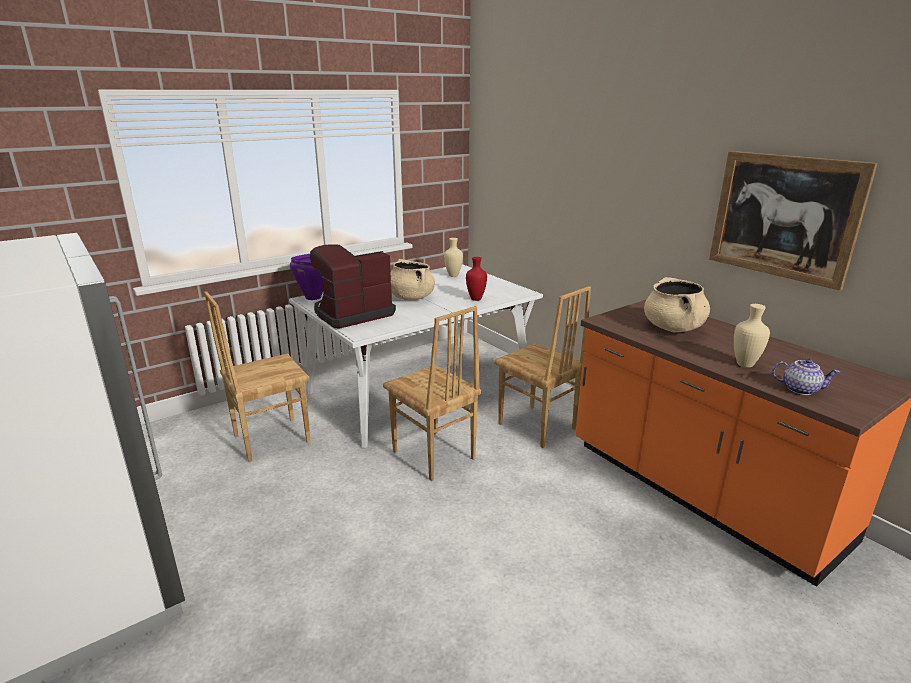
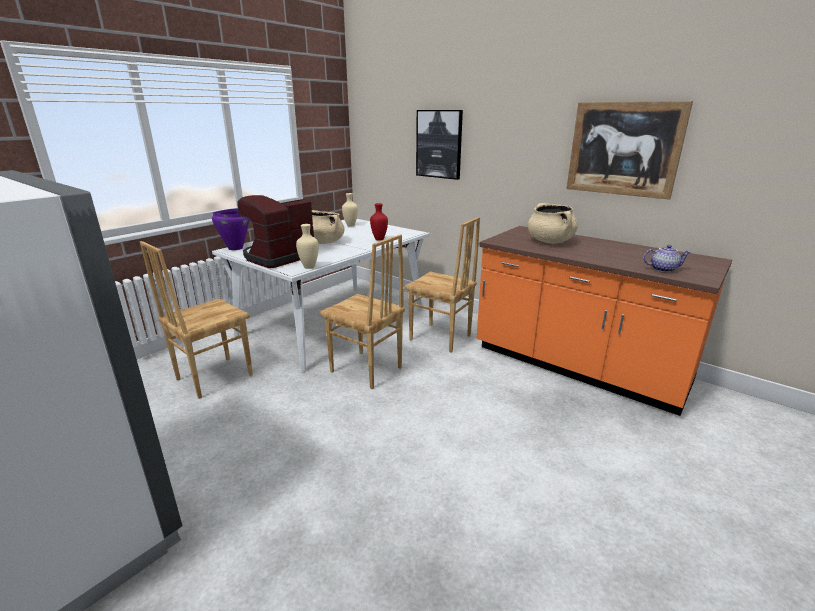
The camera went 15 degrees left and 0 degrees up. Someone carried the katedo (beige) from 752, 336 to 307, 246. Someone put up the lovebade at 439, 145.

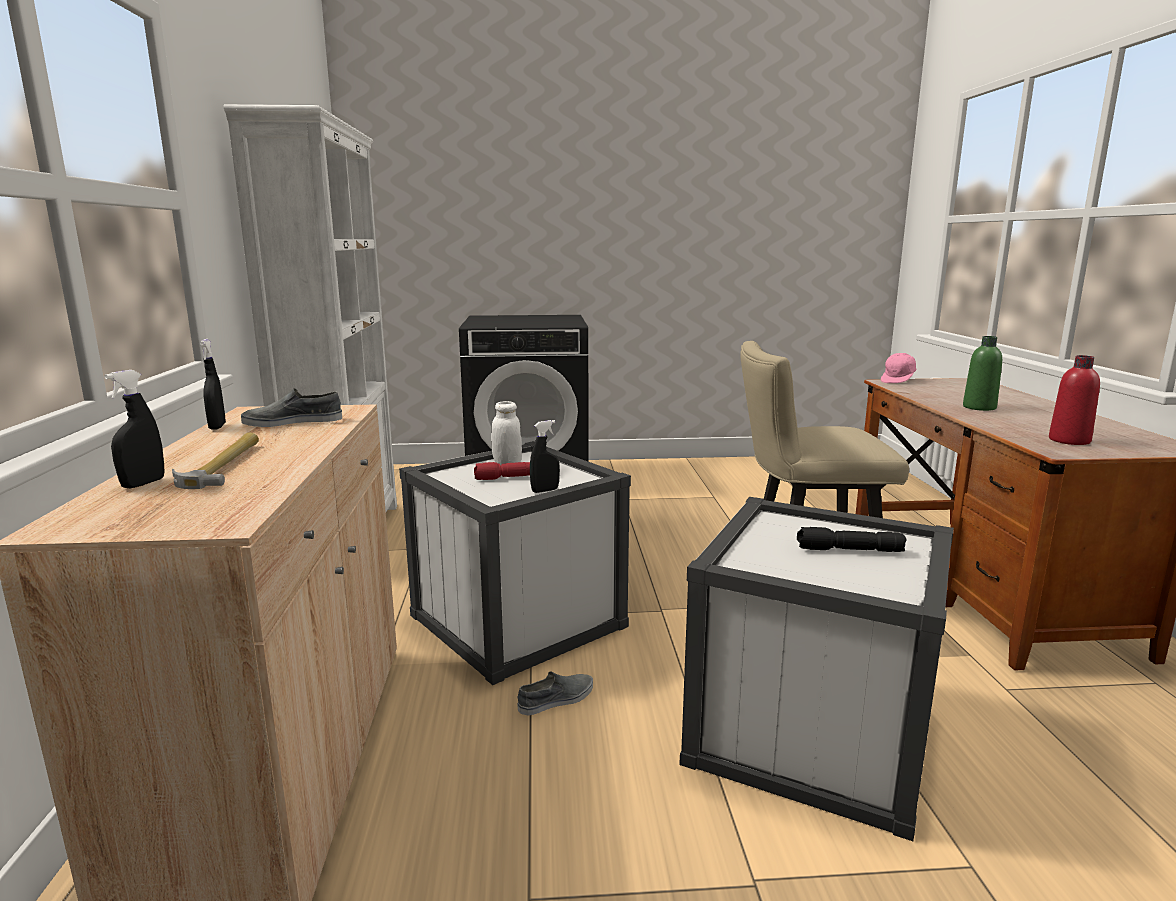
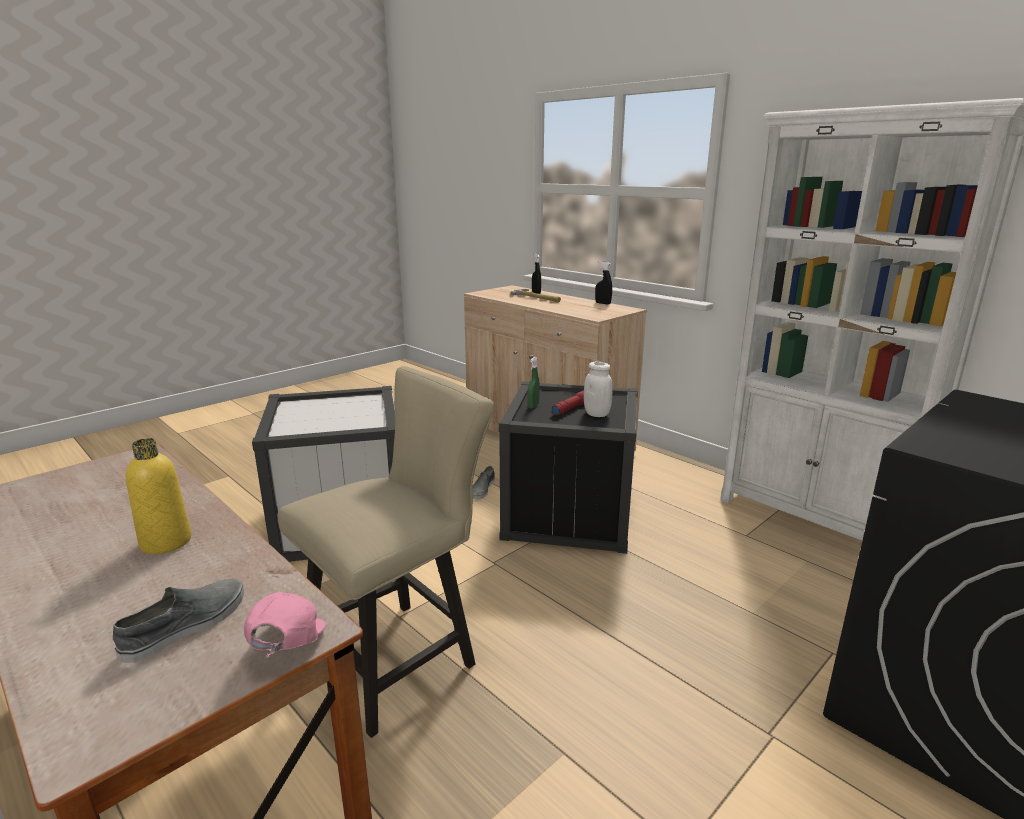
The camera went 140 degrees right and 5 degrees up. Someone carried the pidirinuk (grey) from 291, 407 to 178, 621. Someone repainted the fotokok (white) at 515, 563, which became the fotokok (black) at 568, 467. Someone repainted the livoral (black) at 545, 456, which became the livoral (green) at 533, 383. Someone took away the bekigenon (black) at 851, 539. Someone repainted the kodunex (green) at 982, 373, which became the kodunex (yellow) at 158, 496. Someone took away the kodunex (red) at 1074, 400.

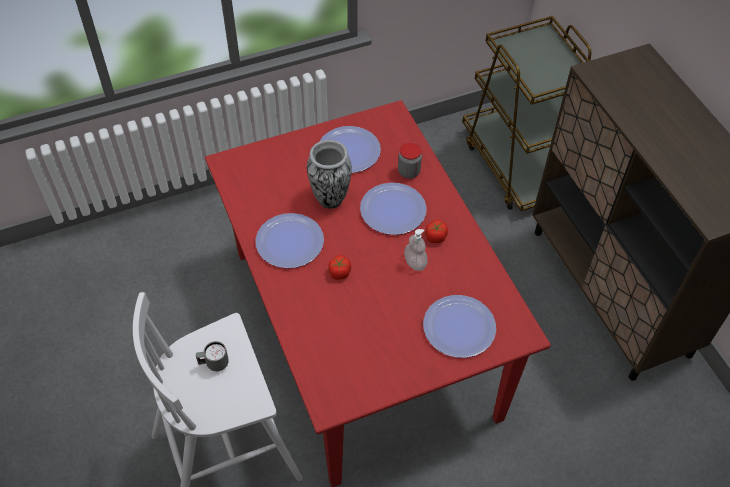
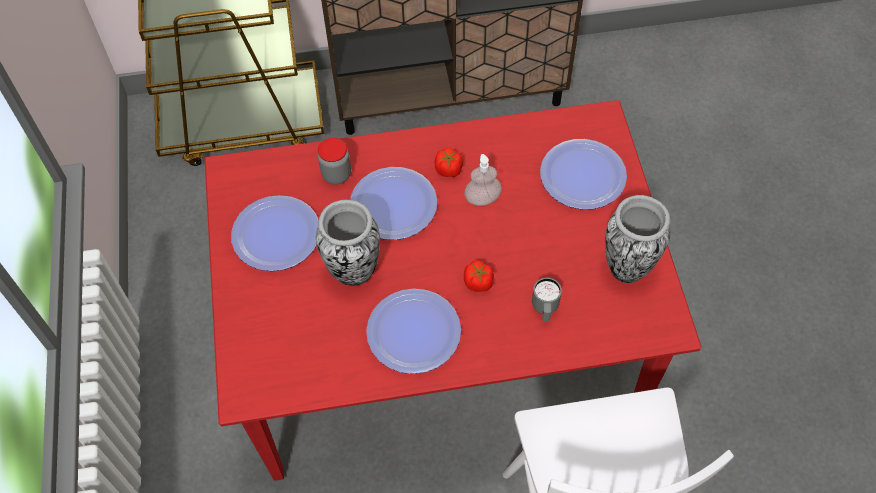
The camera went 75 degrees left and 5 degrees up. Someone carried the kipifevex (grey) from 212, 356 to 547, 300. Someone put down the katedo at 638, 239.

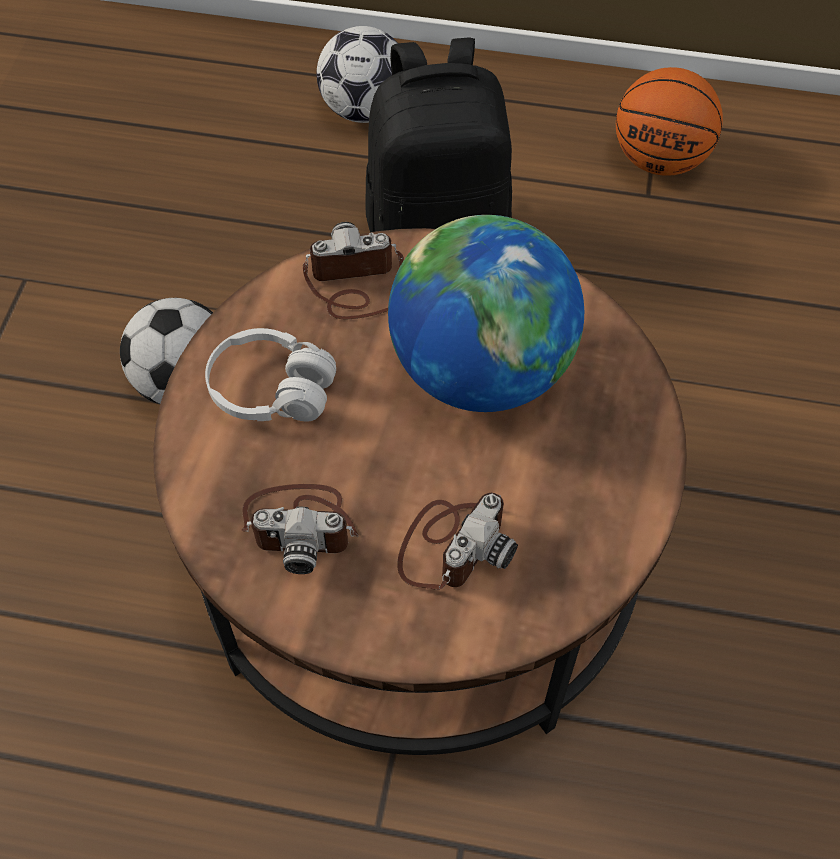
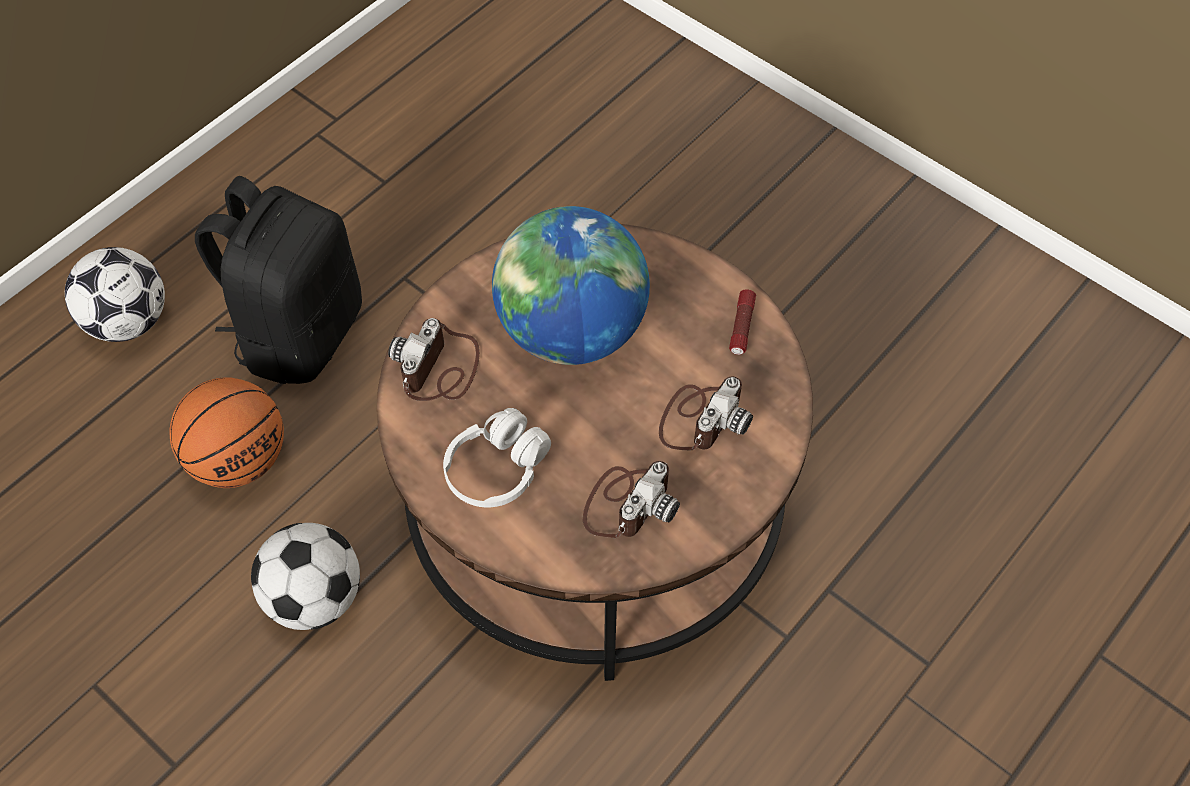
The camera went 60 degrees left and 0 degrees up. Someone rotated the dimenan at 457, 541 by 60 degrees clockwise. Someone carried the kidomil from 669, 121 to 227, 432. Someone put down the bekigenon at 742, 322.

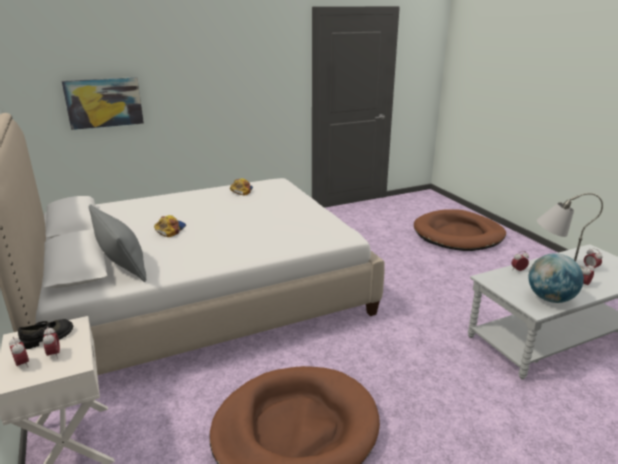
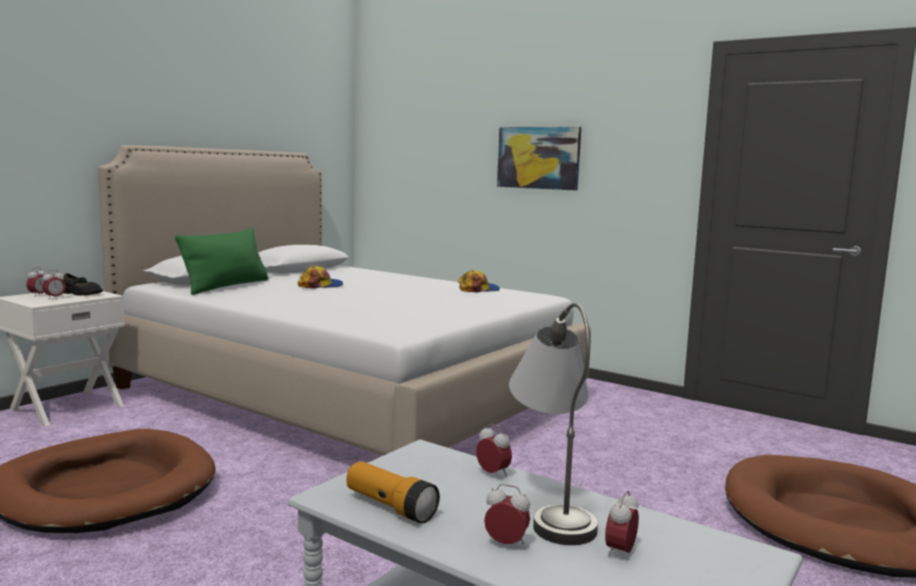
The camera went 60 degrees right and 15 degrees down. Someone carried the lovebade from 103, 103 to 539, 158. Someone repainted the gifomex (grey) at 118, 243, which became the gifomex (green) at 221, 261. Someone swapped the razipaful at 556, 278 for the bekigenon at 393, 492.

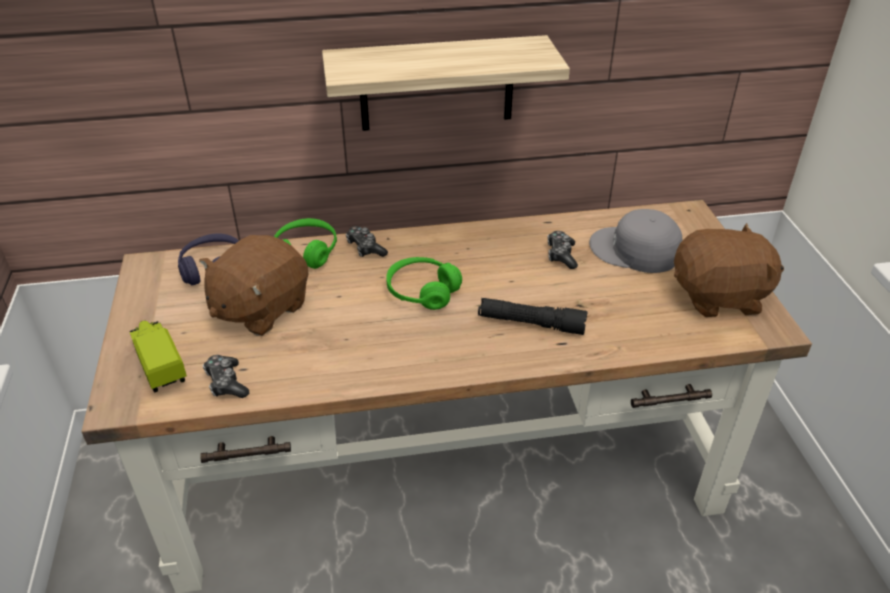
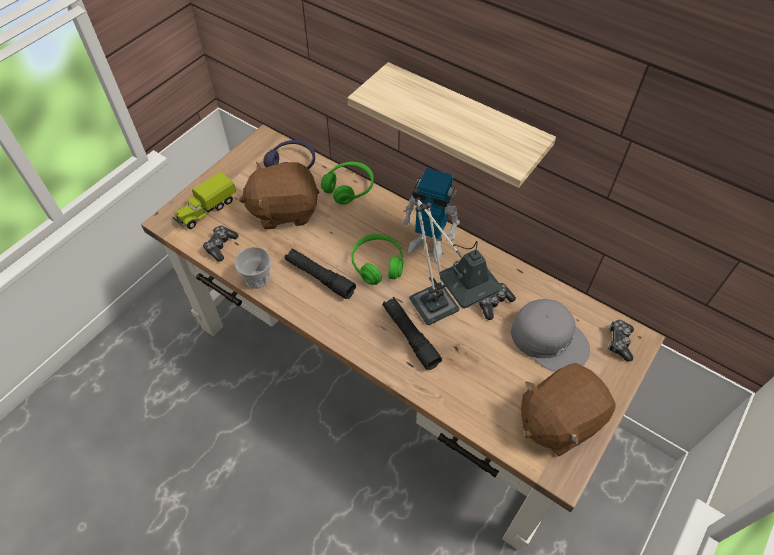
The camera went 45 degrees right and 15 degrees up. Someone rotated the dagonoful at 158, 356 by 150 degrees counterclockwise. Someone carried the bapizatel from 367, 241 to 621, 341. Someone rotated the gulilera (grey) at 635, 241 by 150 degrees clockwise. Someone rotated the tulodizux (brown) at 729, 270 by 105 degrees clockwise. Someone put down the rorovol at 252, 268. Someone put down the bekigenon (black) at 320, 273. Someone put down the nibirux at 431, 215. Someone put down the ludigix at 455, 261.

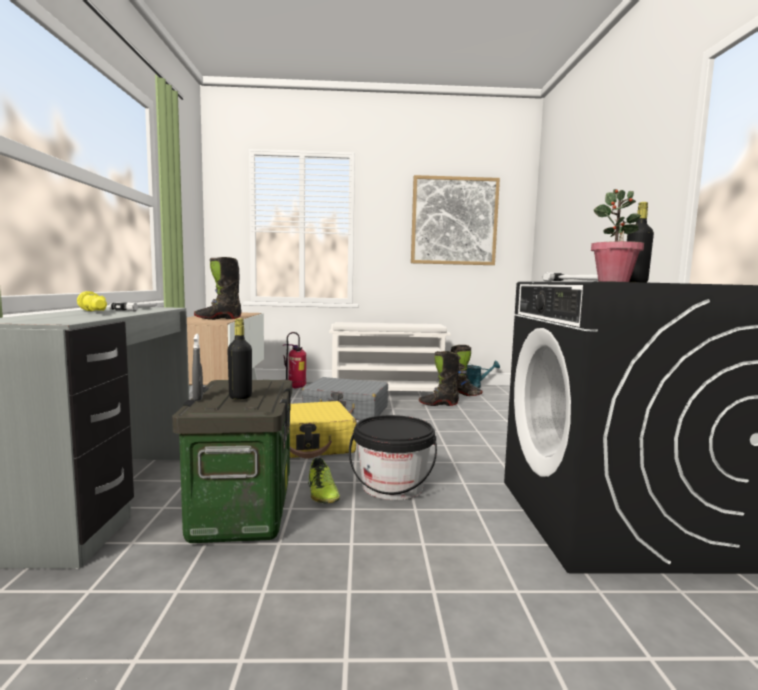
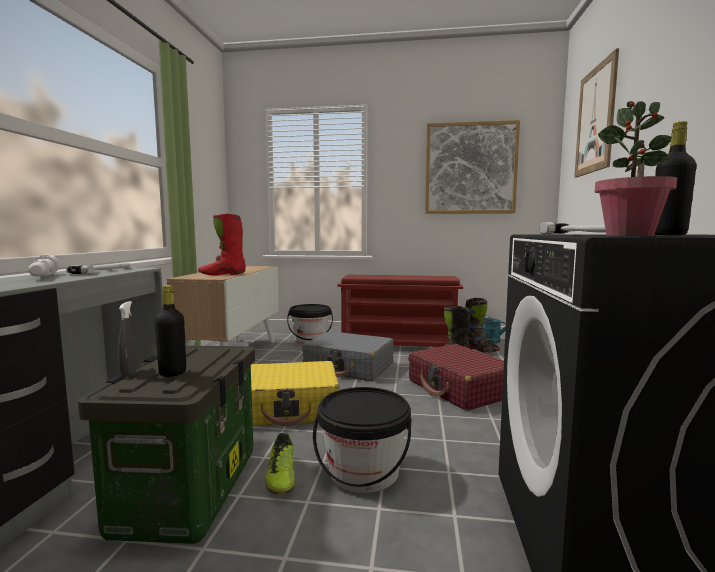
The camera went 10 degrees right and 0 degrees up. Someone repainted the bekigenon (yellow) at 92, 301, which became the bekigenon (white) at 44, 265. Someone repainted the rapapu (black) at 218, 288, which became the rapapu (red) at 222, 245. Someone swapped the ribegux at 294, 360 for the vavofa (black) at 310, 323. Someone repainted the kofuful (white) at 390, 357, which became the kofuful (red) at 400, 311. Someone put down the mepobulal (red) at 456, 377. Someone put up the lovebade at 596, 113.

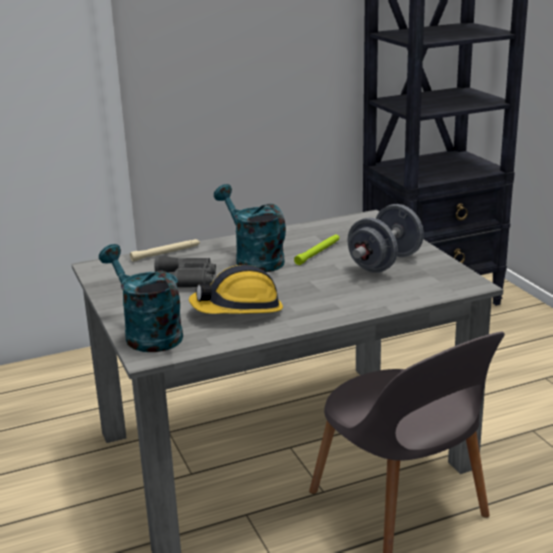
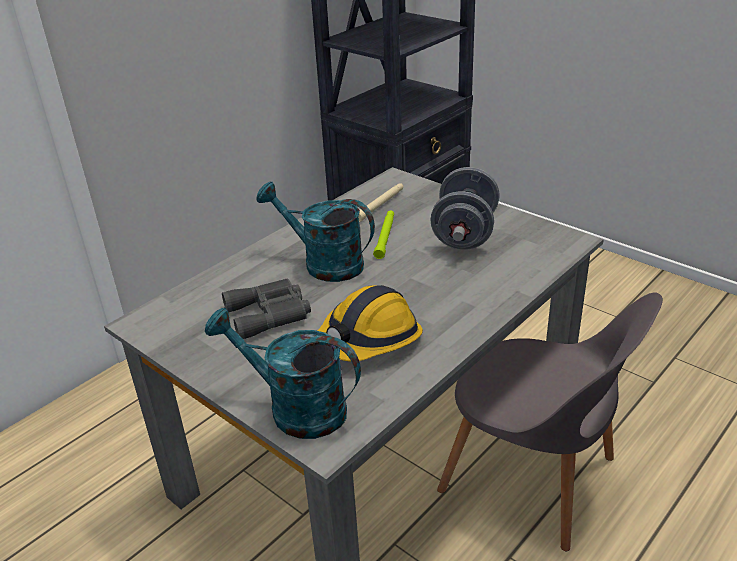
The camera went 25 degrees left and 10 degrees up. Someone carried the bekigenon (beige) from 165, 250 to 380, 202.

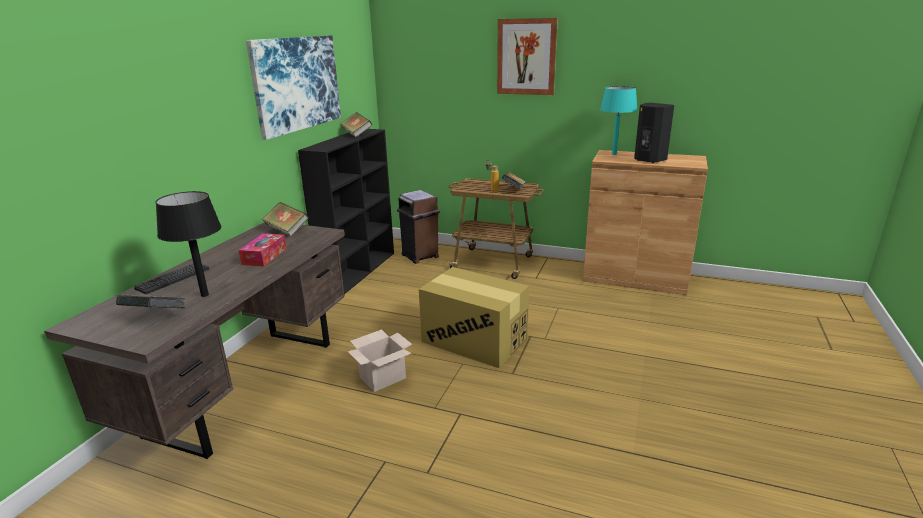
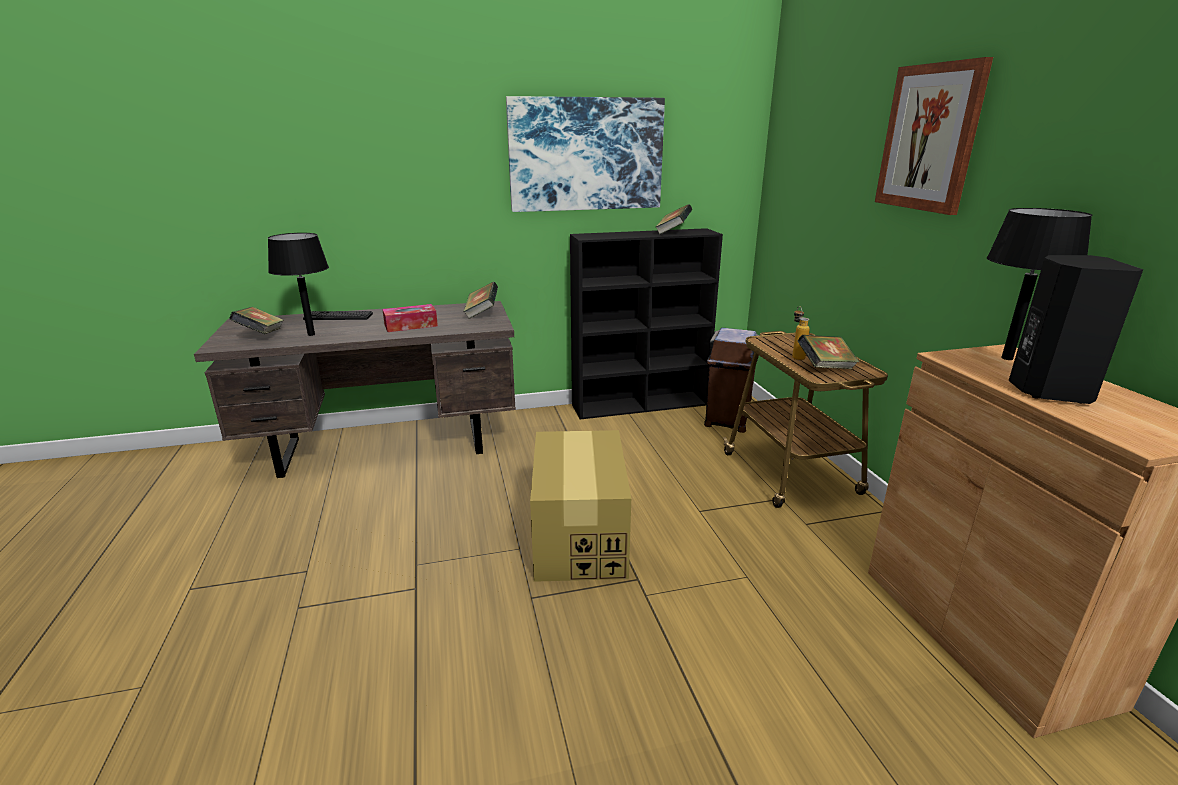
The camera went 55 degrees right and 0 degrees up. Someone took away the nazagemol at 380, 360. Someone repainted the ludigix (turquoise) at 618, 120, which became the ludigix (black) at 1039, 284.

